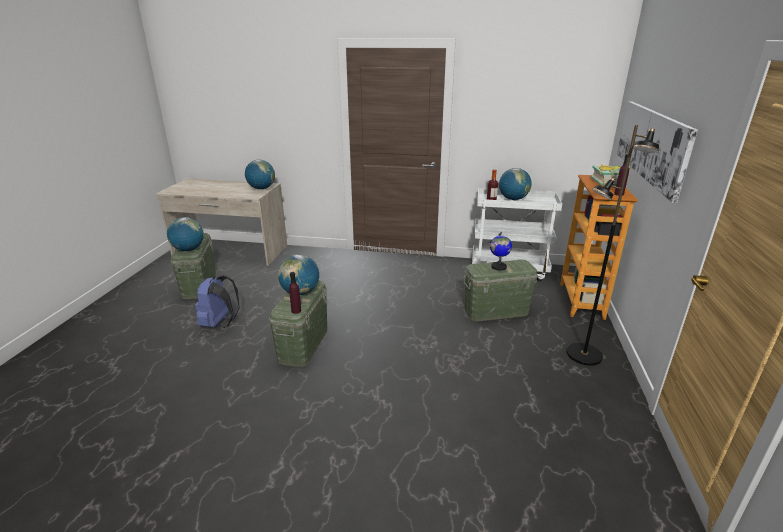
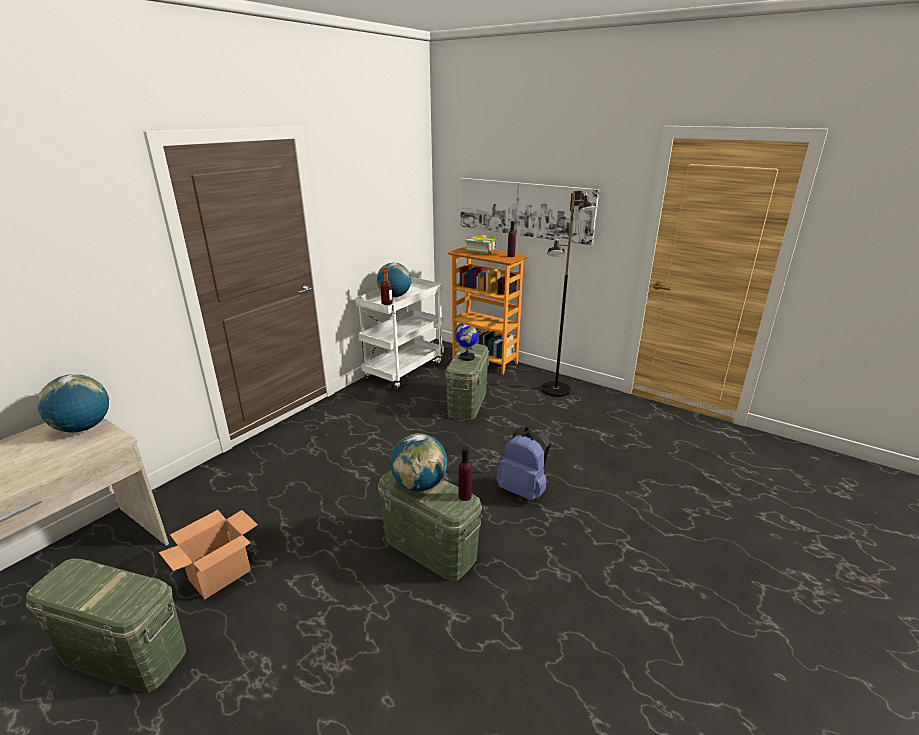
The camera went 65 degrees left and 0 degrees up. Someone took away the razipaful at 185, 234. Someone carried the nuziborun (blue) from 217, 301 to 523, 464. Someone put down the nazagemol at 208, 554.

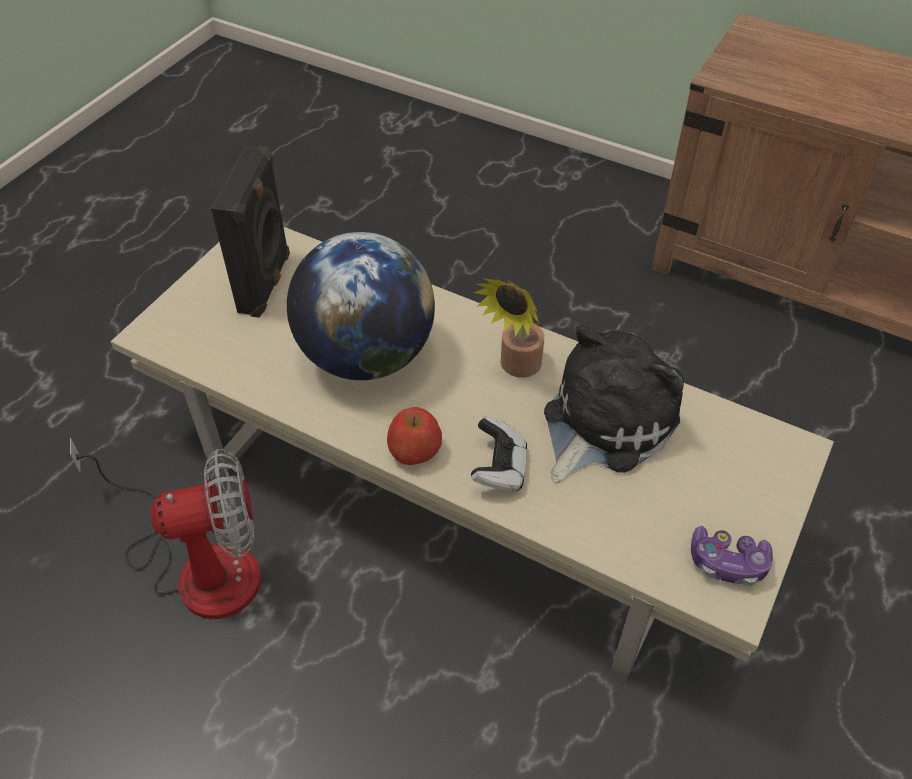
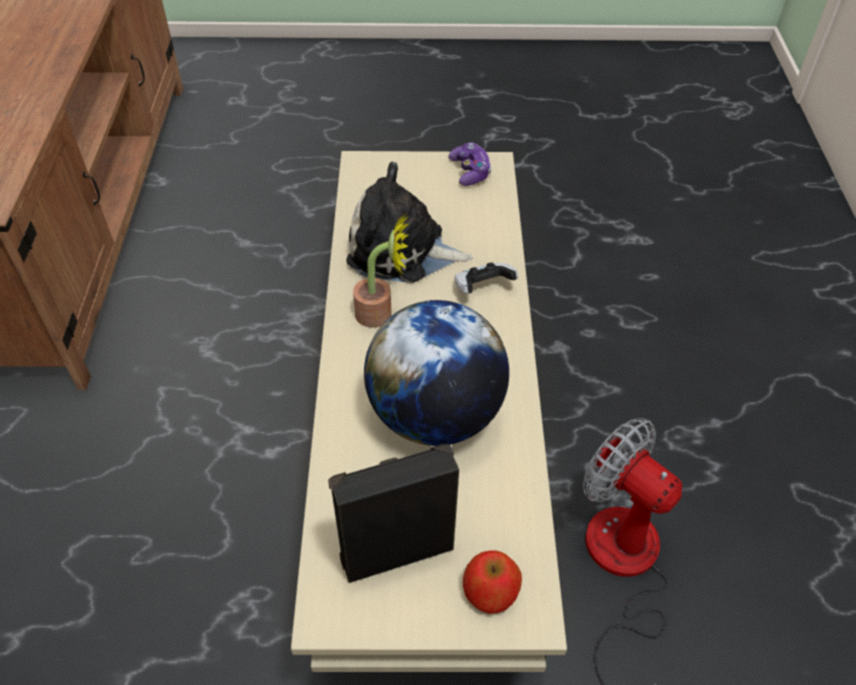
The camera went 120 degrees left and 0 degrees up. Someone carried the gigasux from 414, 436 to 492, 582.

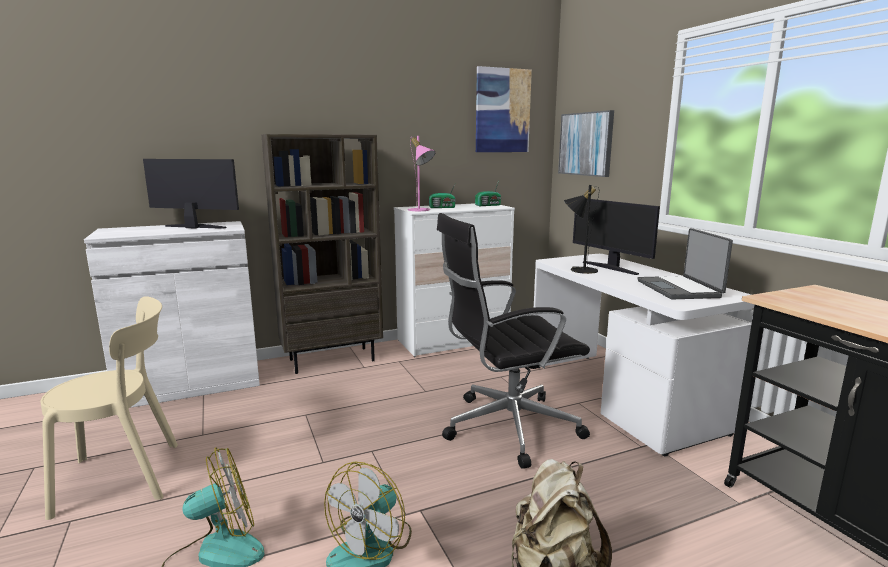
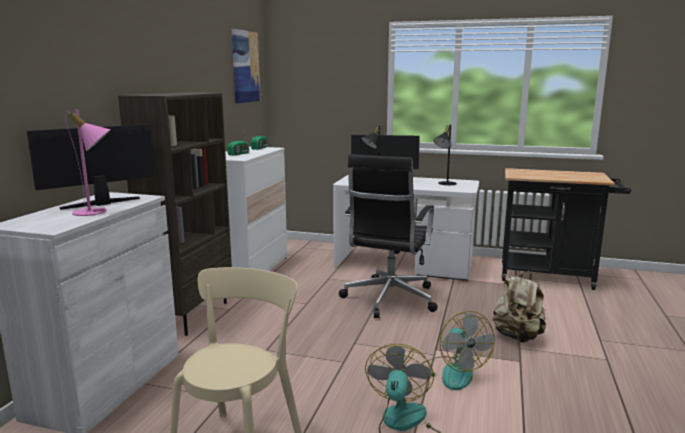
The camera went 50 degrees left and 0 degrees up. Someone carried the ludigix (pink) from 422, 173 to 88, 163. Someone took away the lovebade at 586, 143. Someone swapped the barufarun at 685, 263 for the ludigix (black) at 445, 155.

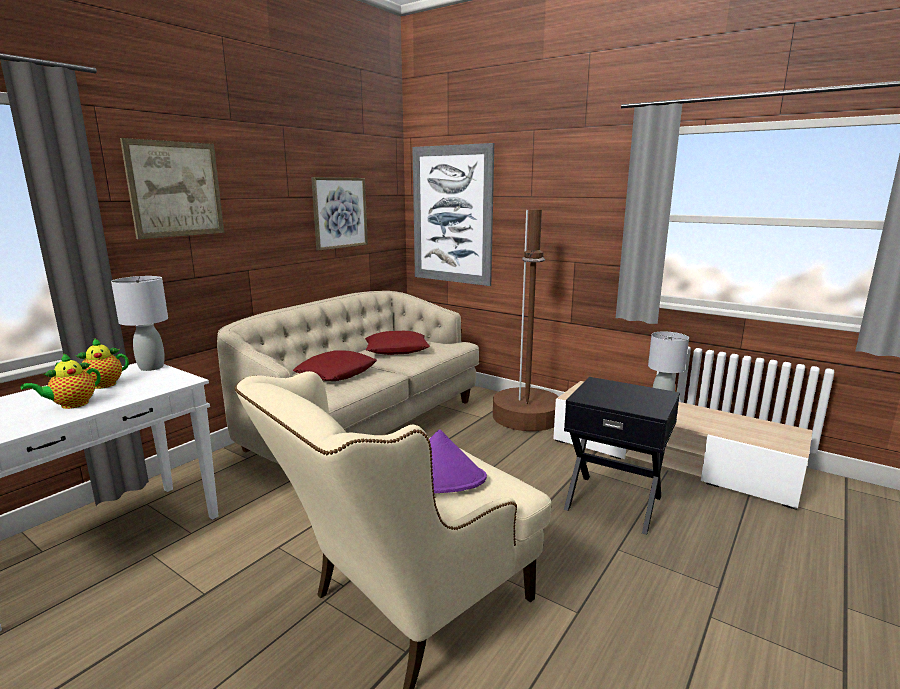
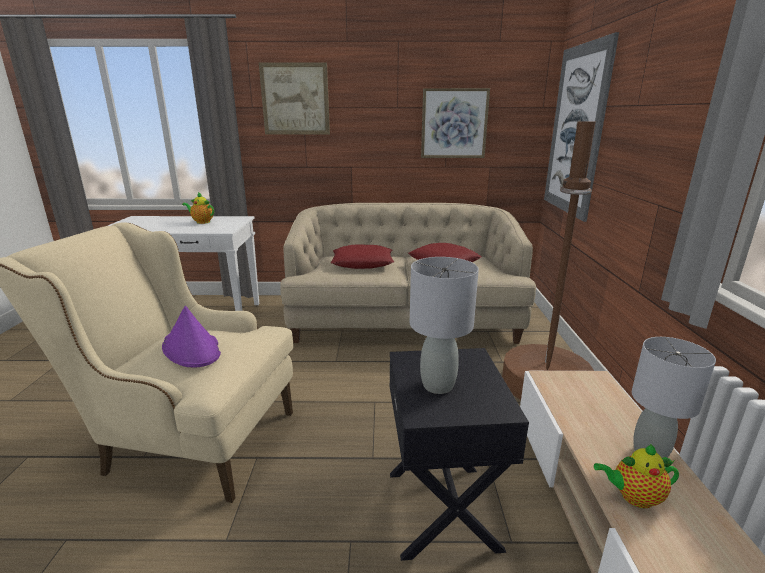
The camera went 55 degrees right and 5 degrees up. Someone carried the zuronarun from 61, 381 to 636, 476. Someone carried the ludigix (grey) from 139, 323 to 444, 325.

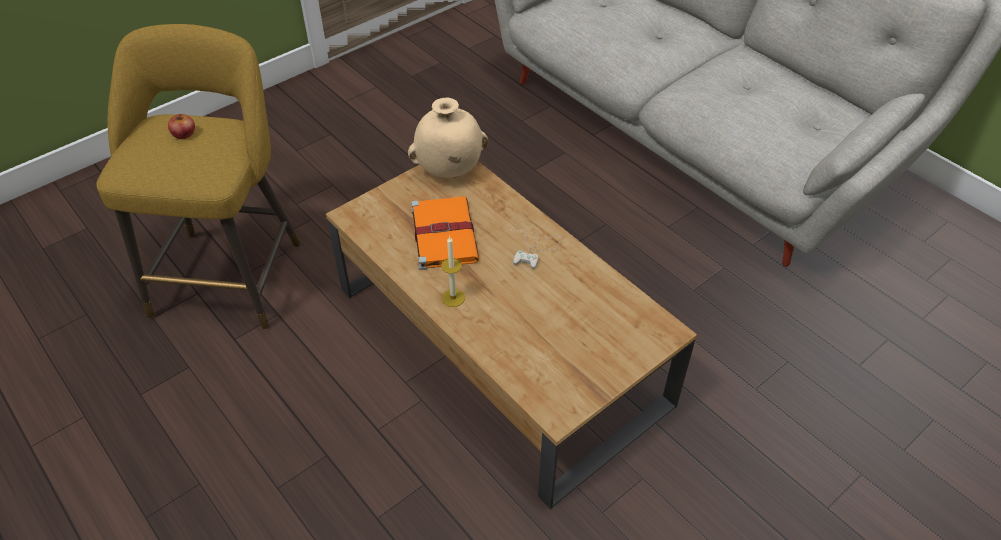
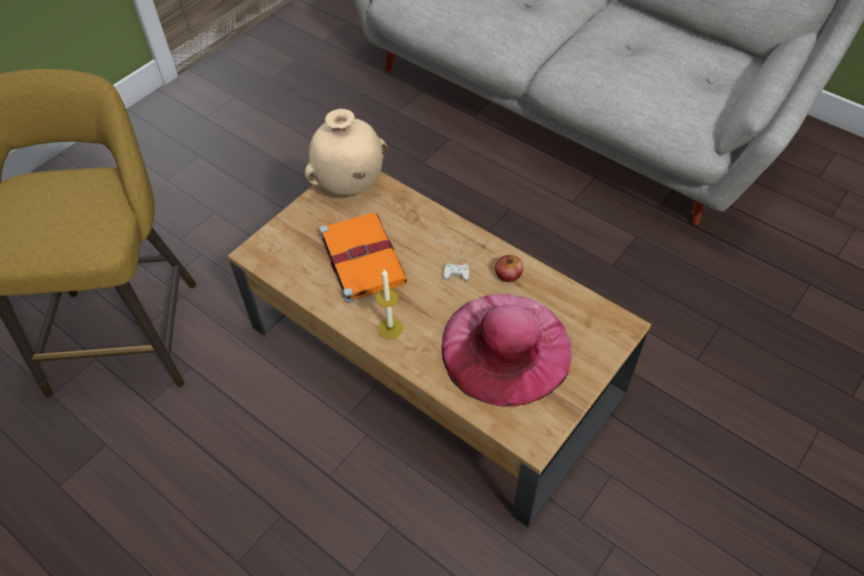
The camera went 10 degrees left and 5 degrees up. Someone carried the gigasux from 181, 126 to 509, 268. Someone put down the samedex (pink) at 507, 350.

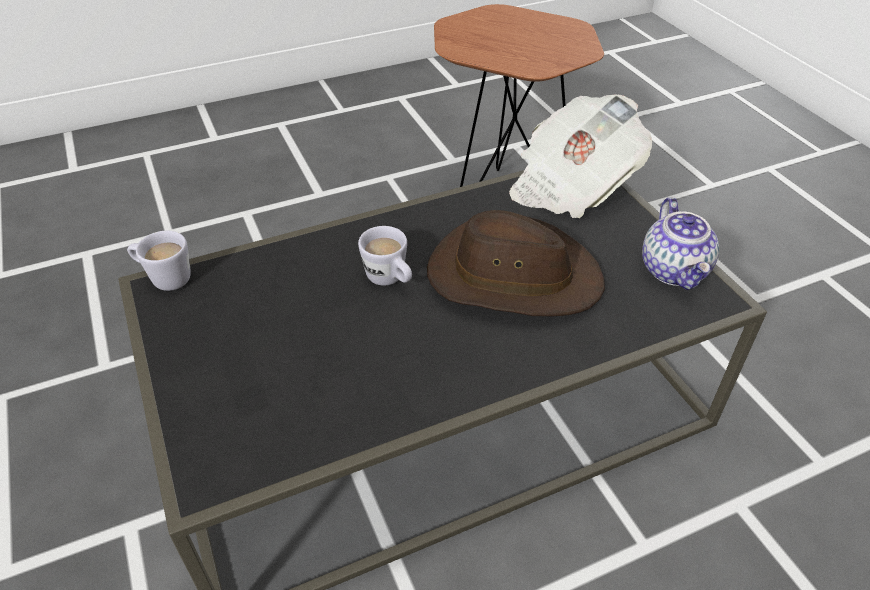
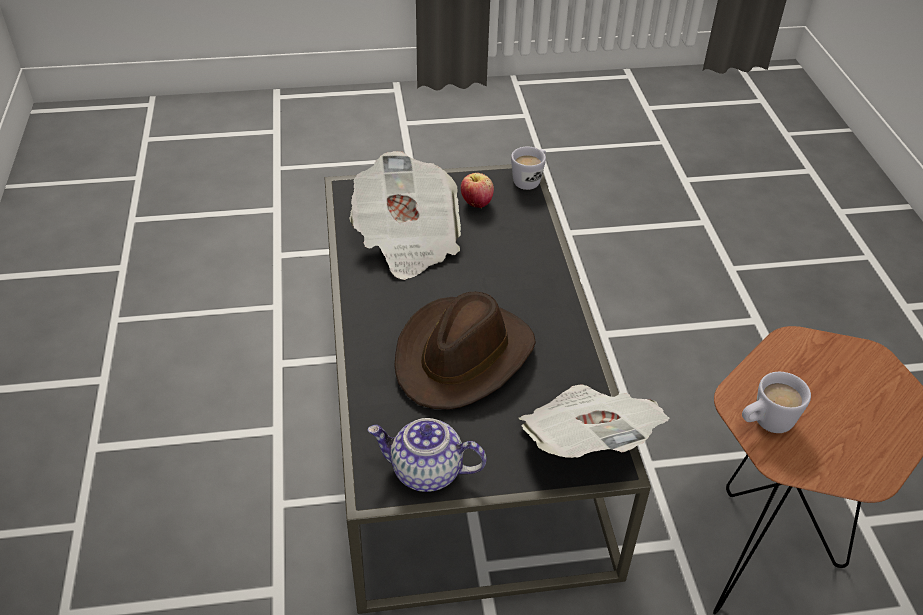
The camera went 105 degrees right and 0 degrees up. Someone carried the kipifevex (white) from 385, 256 to 776, 402. Someone put down the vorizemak at 405, 215. Someone put down the gigasux at 477, 190.

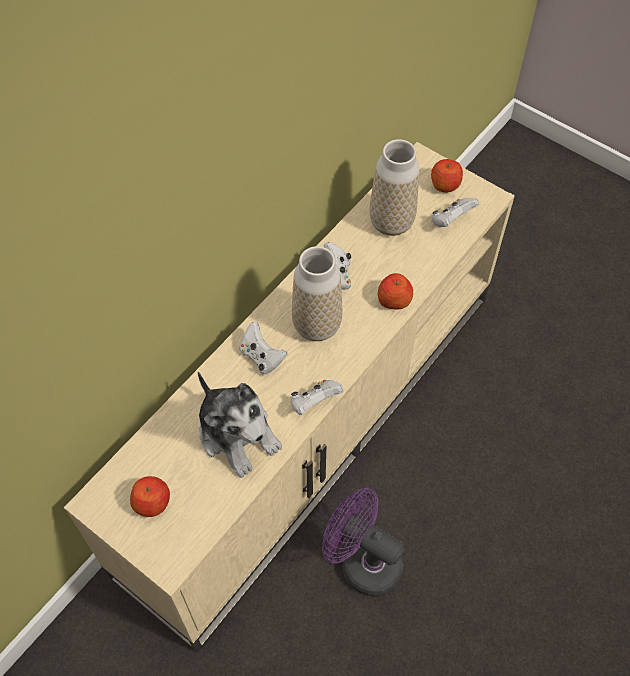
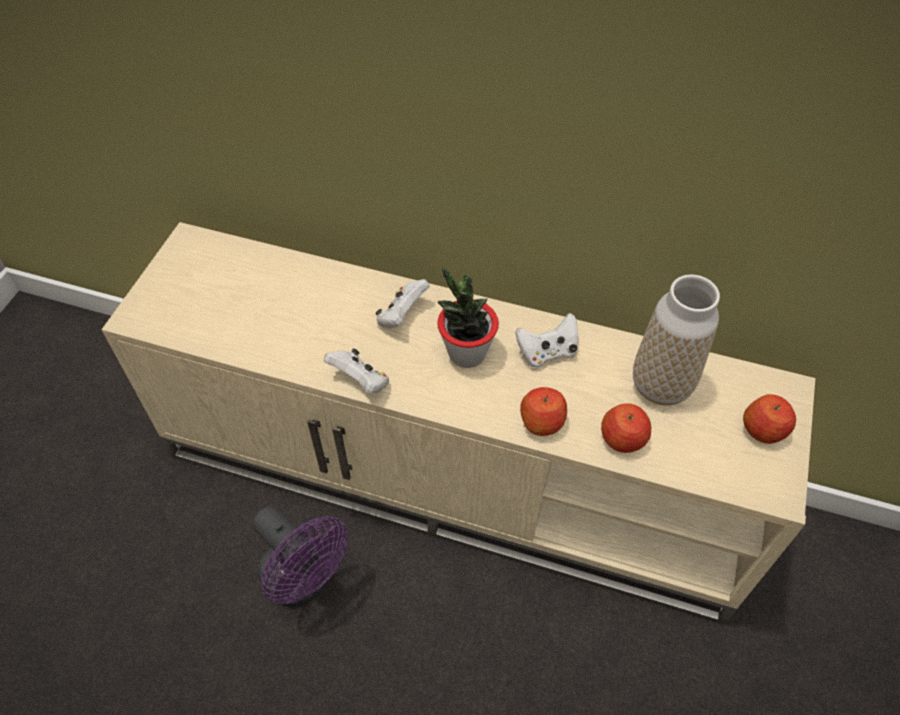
The camera went 70 degrees right and 5 degrees down. Someone carried the gigasux from 150, 496 to 626, 428. Someone took away the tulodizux at 240, 425. Someone swapped the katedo at 317, 293 for the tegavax at 468, 317. Someone rotated the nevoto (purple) at 363, 542 by 120 degrees clockwise. Someone took away the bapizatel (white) at 455, 212.

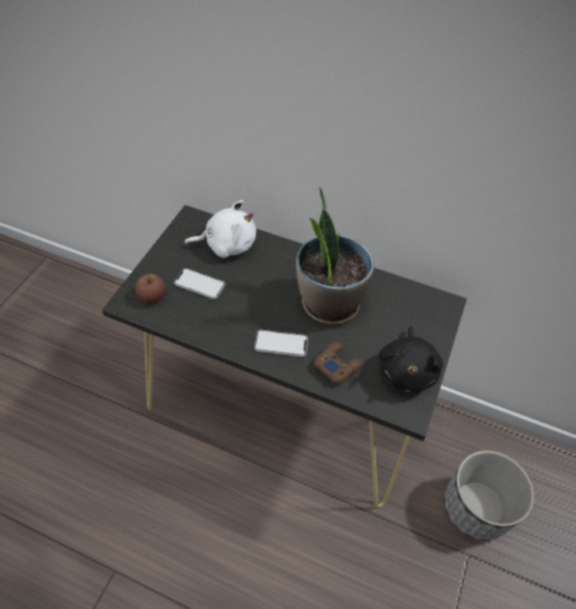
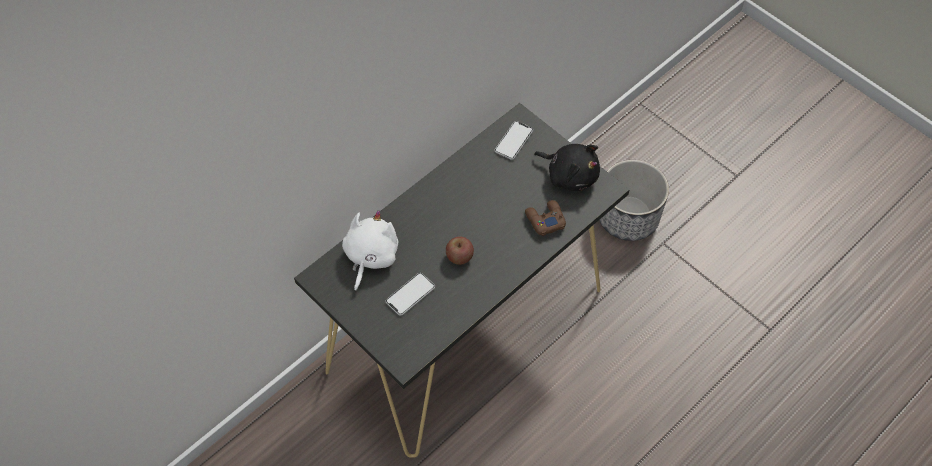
The camera went 65 degrees left and 5 degrees up. Someone carried the gigasux from 150, 288 to 460, 251. Someone carried the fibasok from 281, 343 to 513, 140. Someone took away the tegavax at 335, 256.

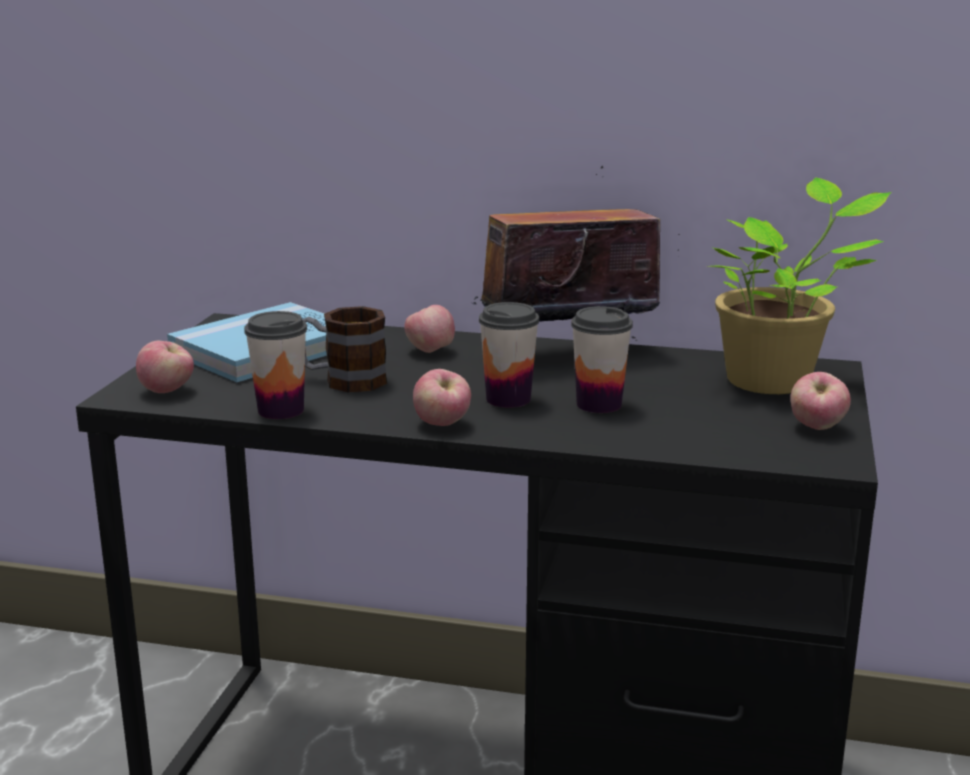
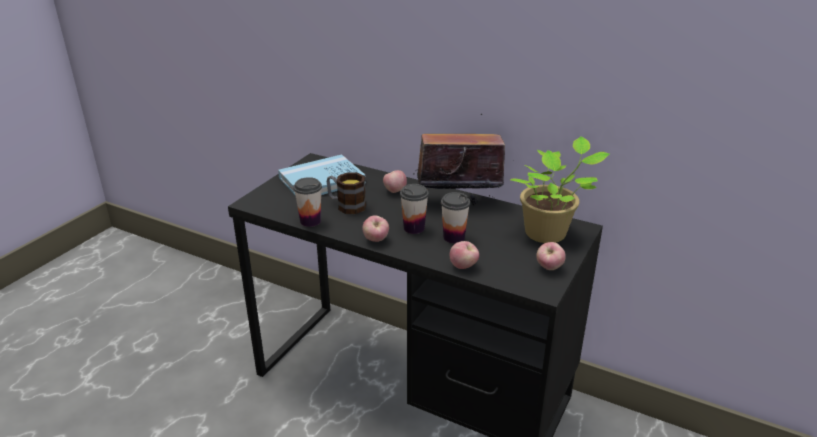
The camera went 15 degrees right and 10 degrees up. Someone carried the gigasux from 165, 367 to 464, 255.

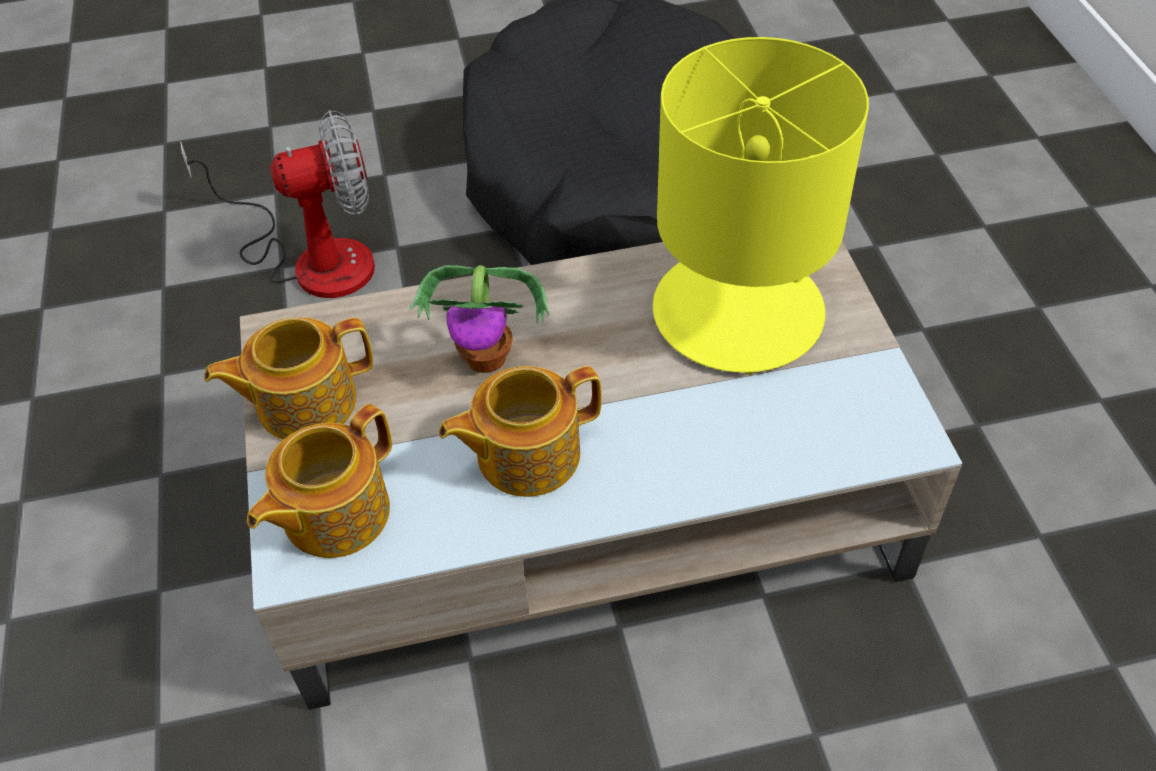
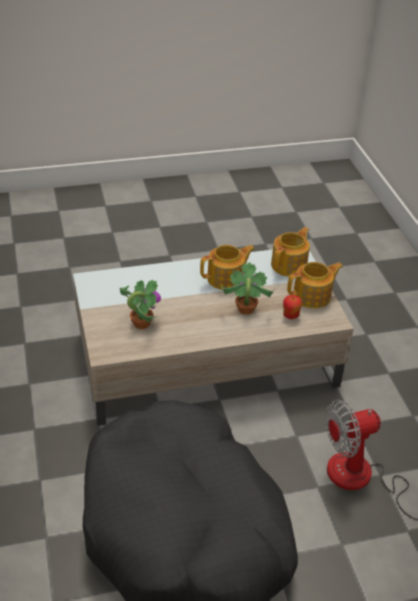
The camera went 175 degrees right and 10 degrees down. Someone swapped the ludigix (yellow) at 761, 206 for the tegavax at 140, 304. Someone put down the gigasux at 292, 307.

